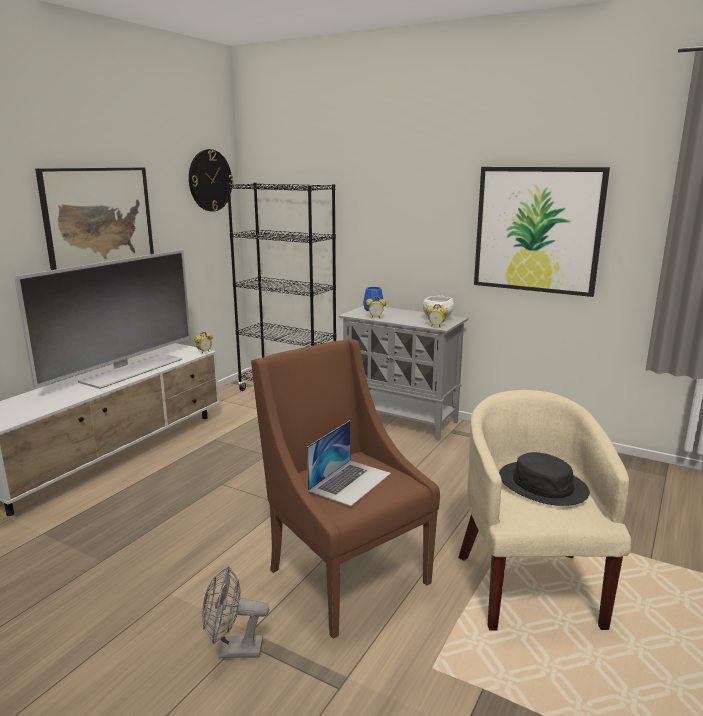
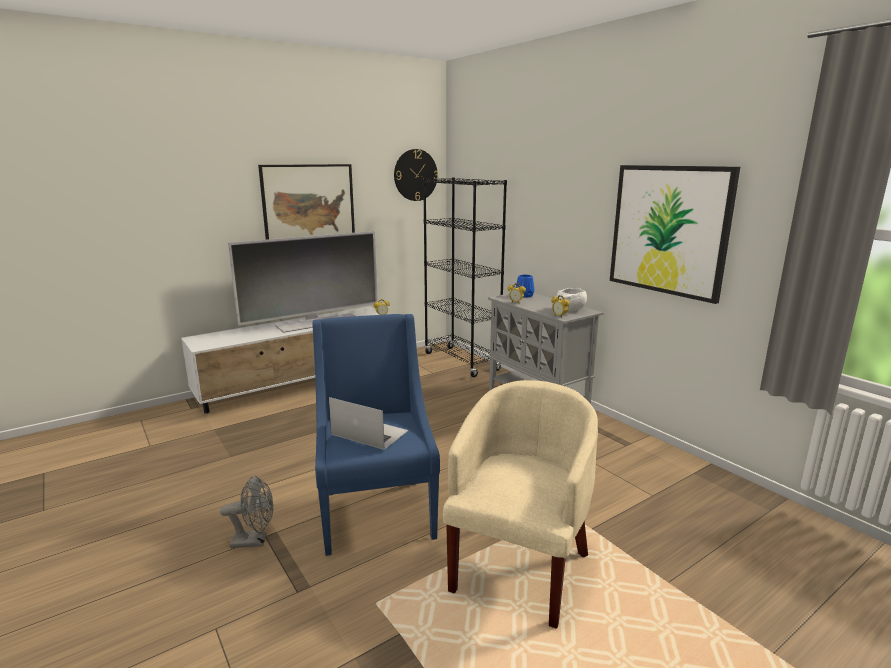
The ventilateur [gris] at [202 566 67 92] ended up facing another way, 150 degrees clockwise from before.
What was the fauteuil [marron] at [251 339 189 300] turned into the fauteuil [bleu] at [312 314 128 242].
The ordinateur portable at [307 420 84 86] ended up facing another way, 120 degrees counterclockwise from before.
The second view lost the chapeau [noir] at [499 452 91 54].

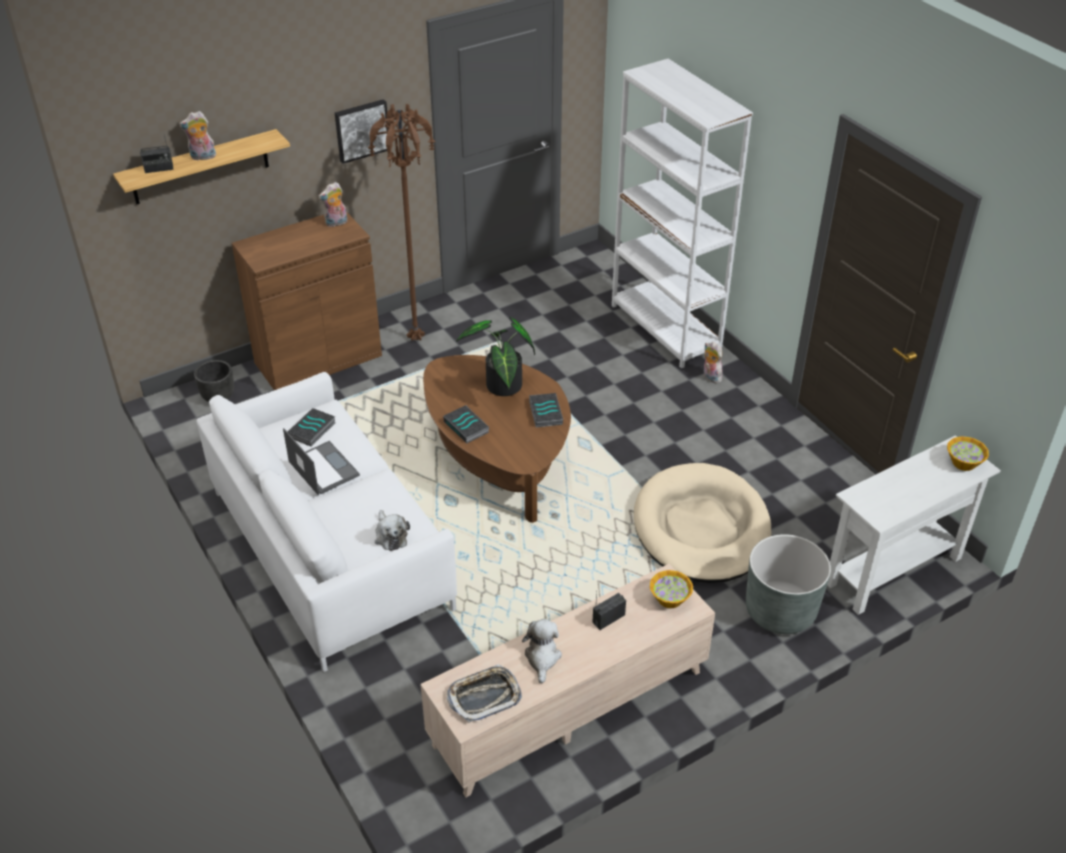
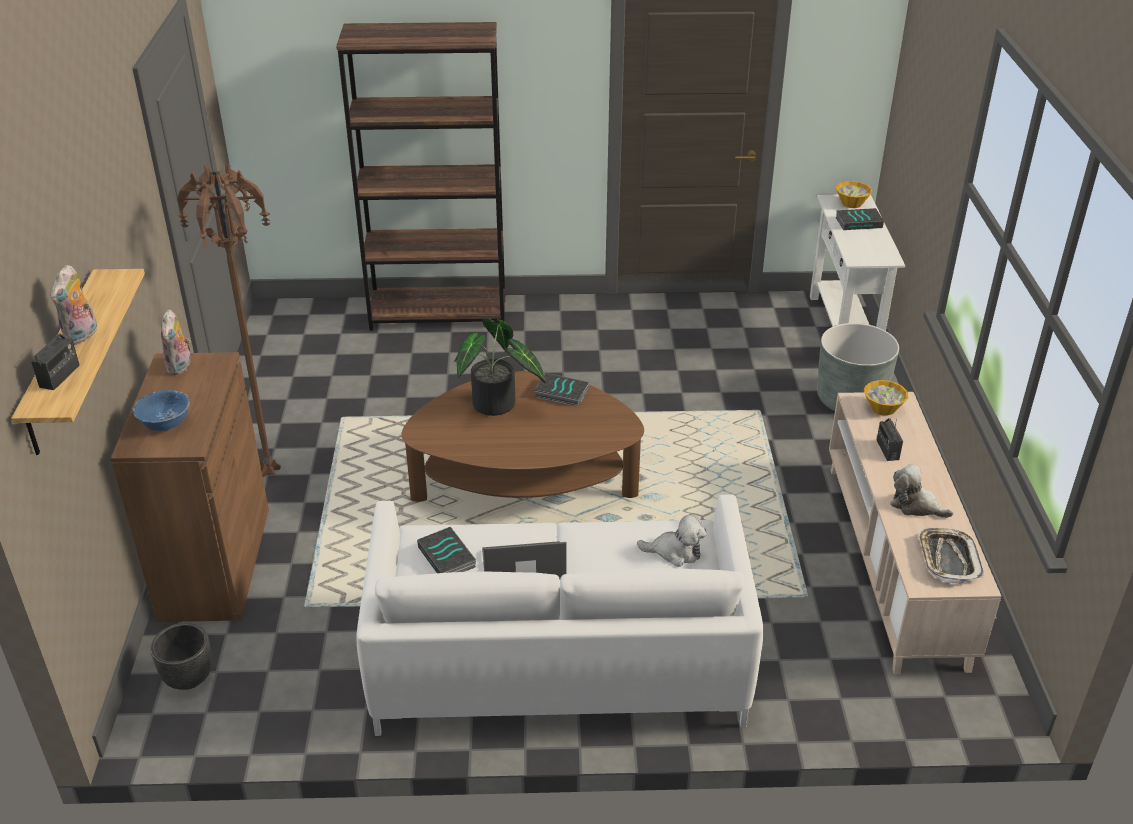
The second view lost the tableau at [335 99 53 65].
The livre ended up elsewhere, having gone from [443 405 46 38] to [836 208 48 22].
What was the bibliothèque [blanc] at [612 59 141 309] turned into the bibliothèque [marron] at [336 22 169 309].
The second view lost the panier pour chien [beige] at [634 463 137 120].
The second view lost the peluche at [704 342 19 41].
The second view gained the bol [bleu] at [133 390 57 41].

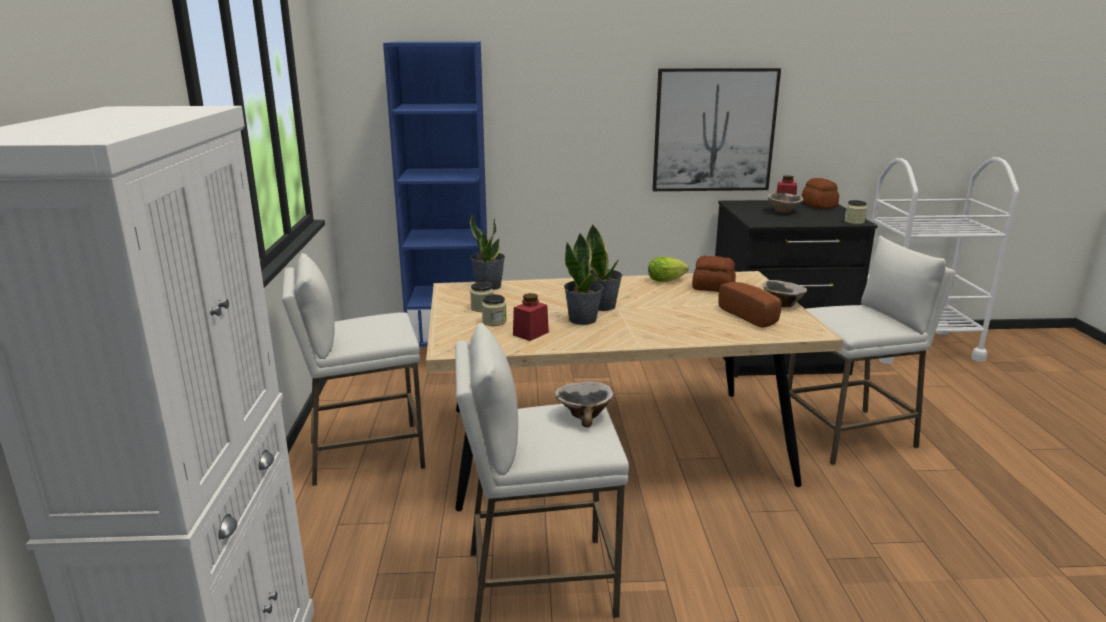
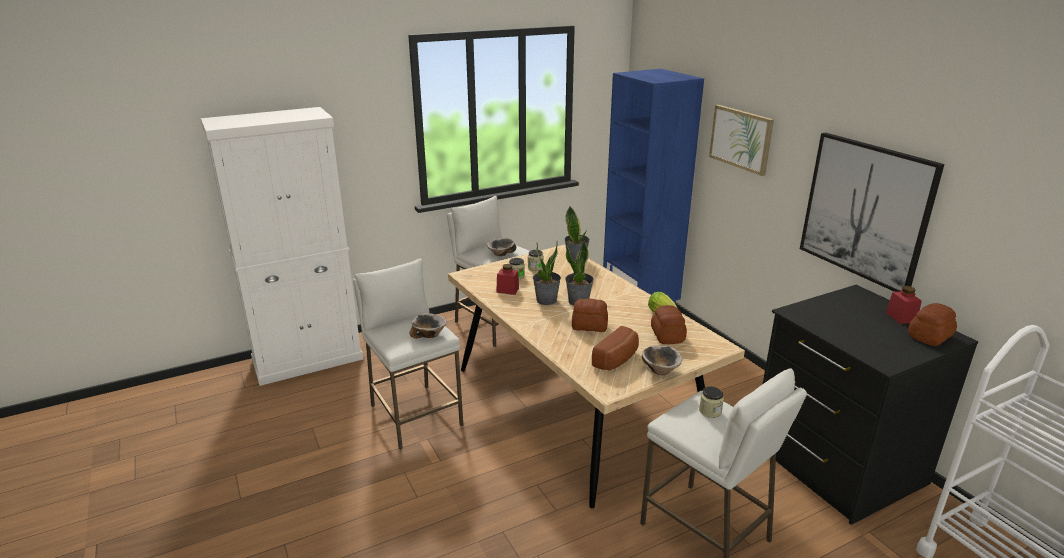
The bol ended up elsewhere, having gone from [767 193 36 20] to [487 238 29 19].
The bocal ended up elsewhere, having gone from [844 200 23 24] to [699 387 25 31].
The second view gained the pain at [572 299 36 33].
The second view gained the tableau at [709 105 65 71].

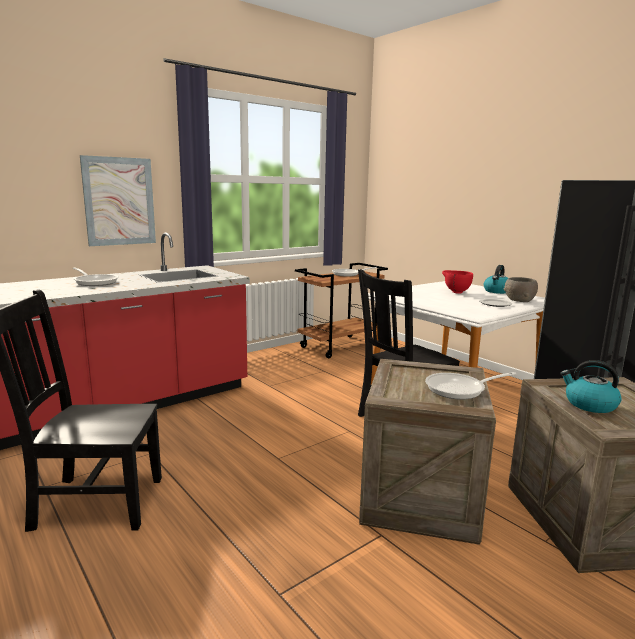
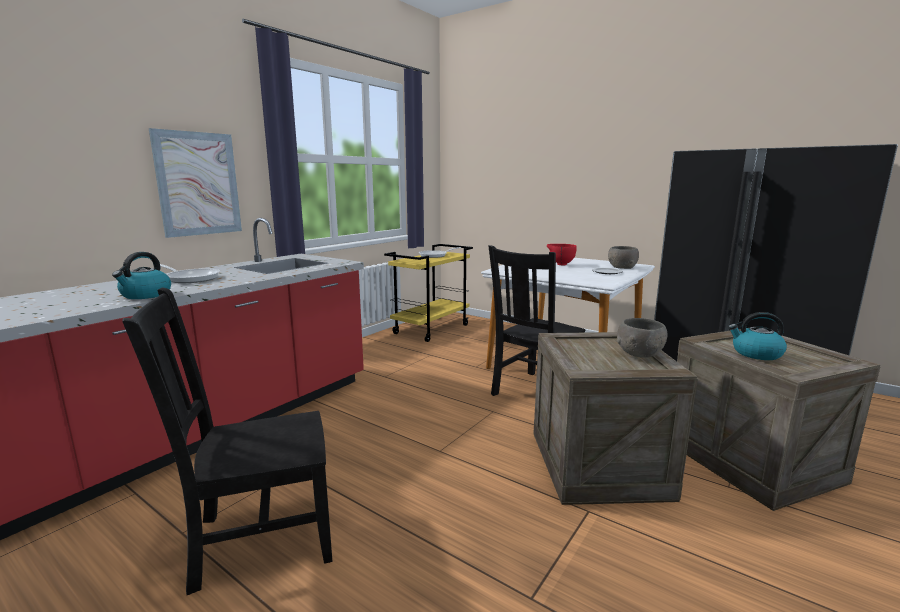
What was the chariot [marron] at [295 263 93 95] turned into the chariot [jaune] at [384 244 89 98].
Where the poêle stood at [425 372 91 28], the bol [gris] came to stand at [617 318 50 40].
The bouilloire ended up elsewhere, having gone from [484 265 24 29] to [112 252 59 47].

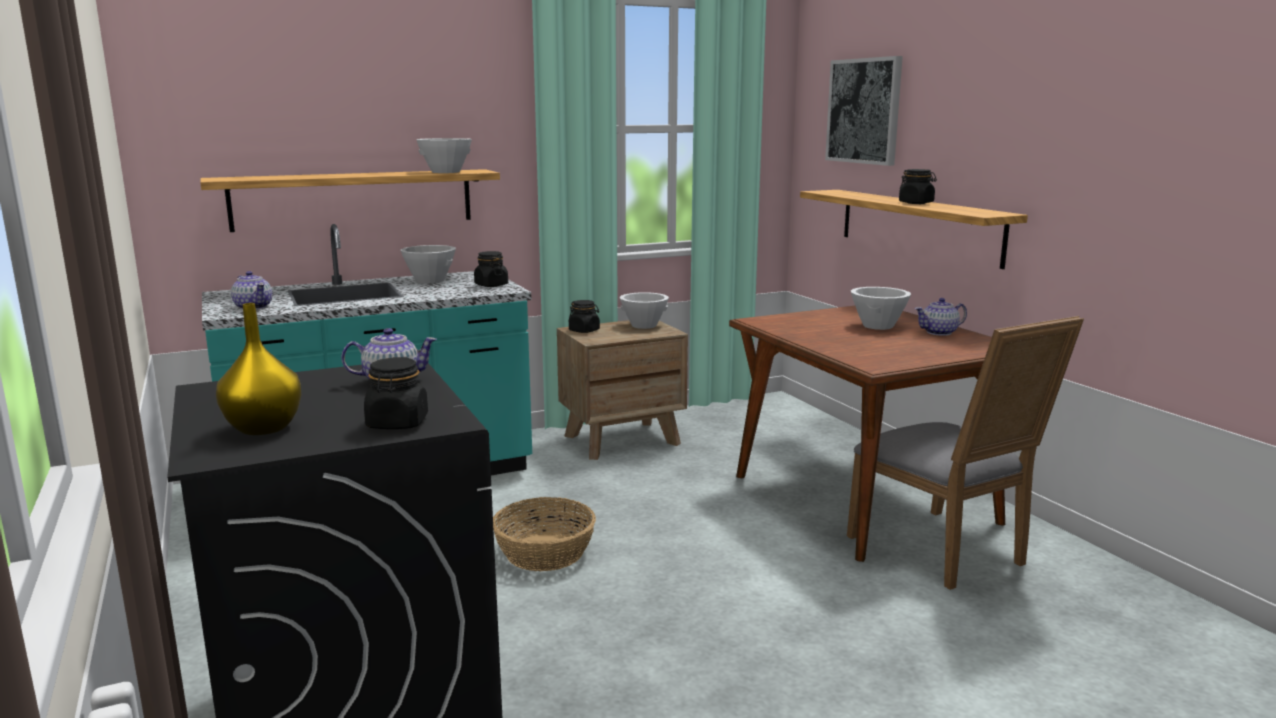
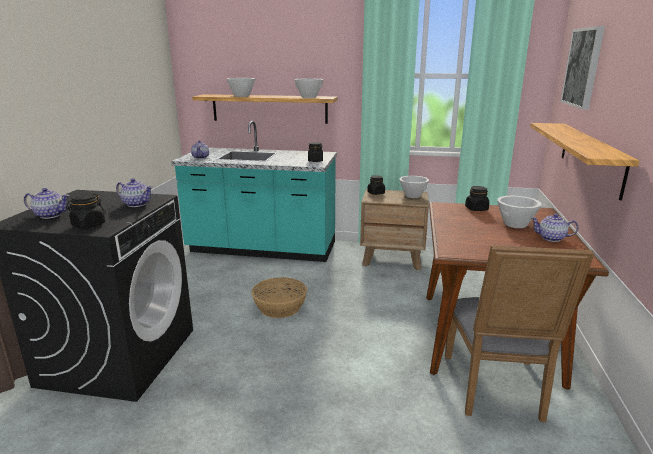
Where the vase [jaune] stood at [216 303 85 132], the théière came to stand at [24 188 46 31].
The bol [blanc] ended up elsewhere, having gone from [400 245 56 38] to [227 78 28 19].
The bocal [noir] ended up elsewhere, having gone from [899 169 38 35] to [465 186 24 25].

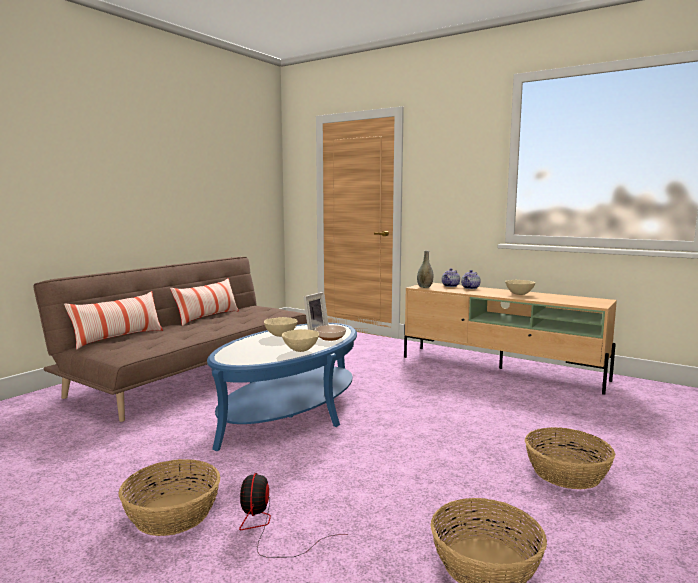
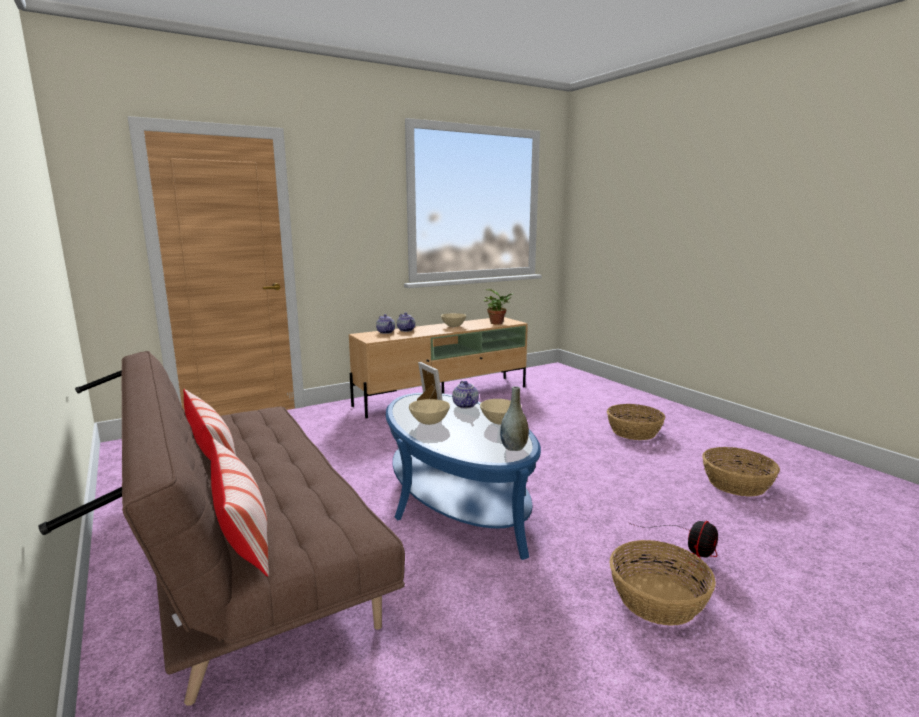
The ventilateur at [239 473 109 84] ended up facing another way, 75 degrees counterclockwise from before.
Where the bol stood at [315 325 31 16], the théière came to stand at [452 381 27 28].
The vase [gris] ended up elsewhere, having gone from [417 251 16 37] to [500 386 29 65].
The second view gained the plante en pot at [484 289 30 36].

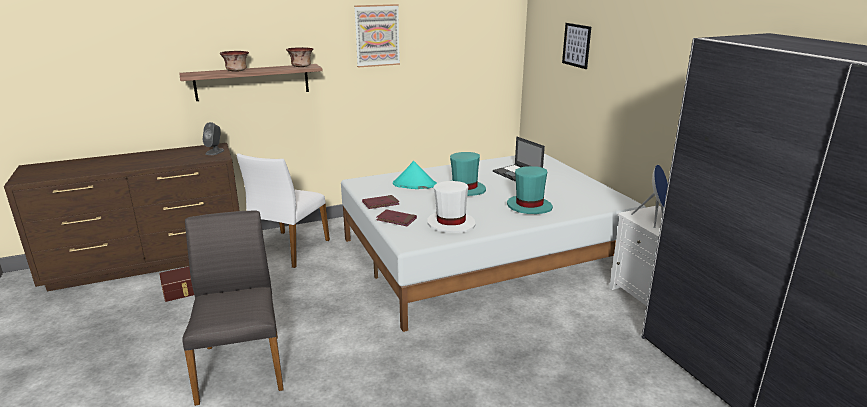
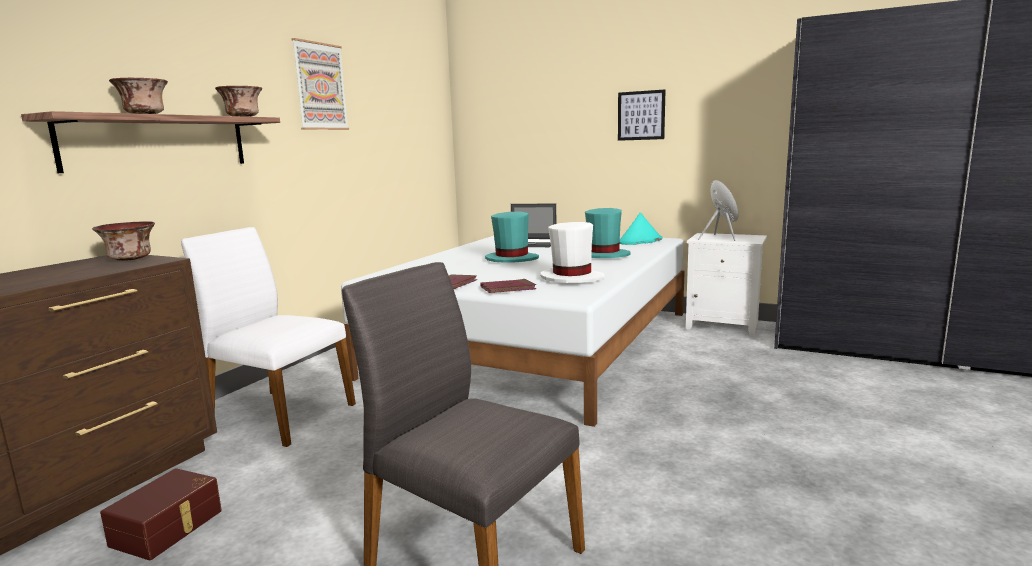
Where the enceinte [gris] stood at [203 122 21 33], the bol came to stand at [92 221 63 40].
The chaise [blanc] at [237 153 93 115] ended up facing another way, 135 degrees clockwise from before.
The chapeau [turquoise] ended up elsewhere, having gone from [393 161 44 28] to [620 212 43 33].
The tableau ended up elsewhere, having gone from [562 23 29 46] to [618 89 47 52].

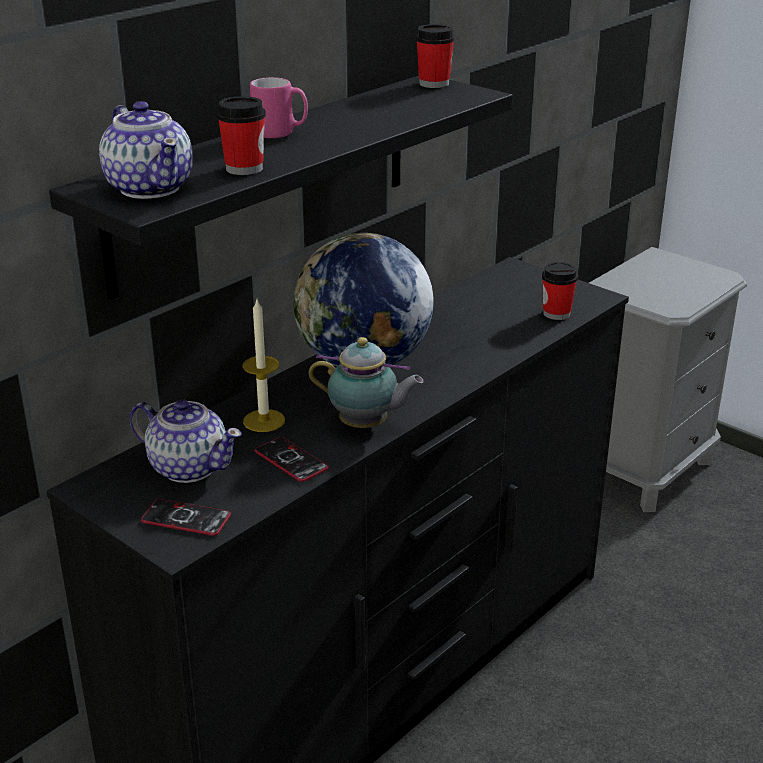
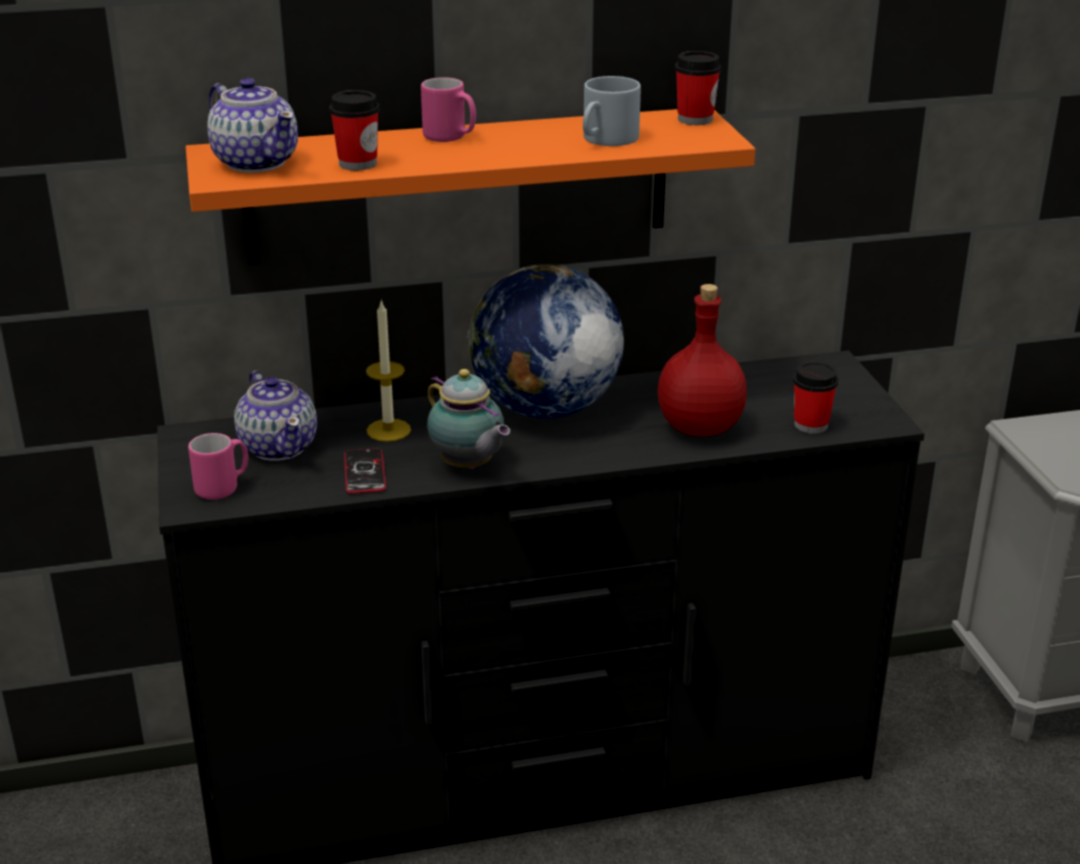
What was the étagère [noir] at [49 76 463 224] turned into the étagère [orange] at [186 109 569 156].
The théière at [99 101 94 98] ended up facing another way, 45 degrees counterclockwise from before.
Where the téléphone stood at [141 499 90 37], the mug [rose] came to stand at [188 433 60 67].
The second view gained the mug [gris] at [583 76 58 70].
The second view gained the bouteille [rouge] at [658 284 89 153].

